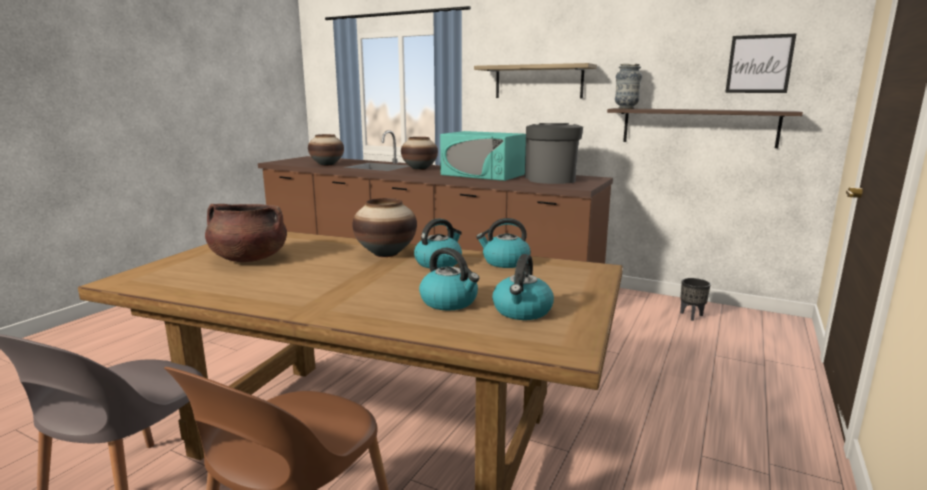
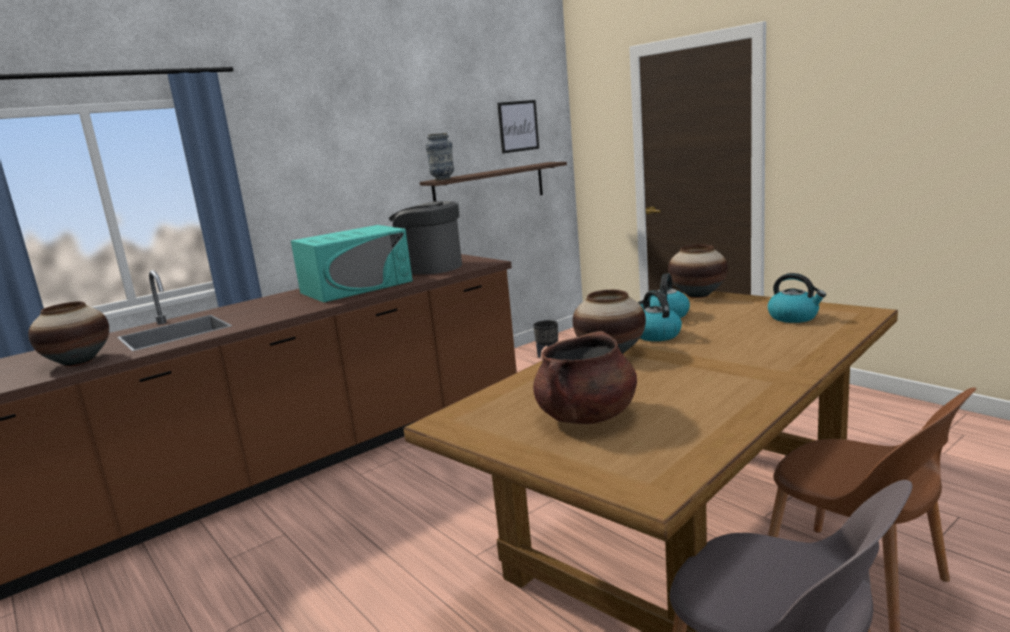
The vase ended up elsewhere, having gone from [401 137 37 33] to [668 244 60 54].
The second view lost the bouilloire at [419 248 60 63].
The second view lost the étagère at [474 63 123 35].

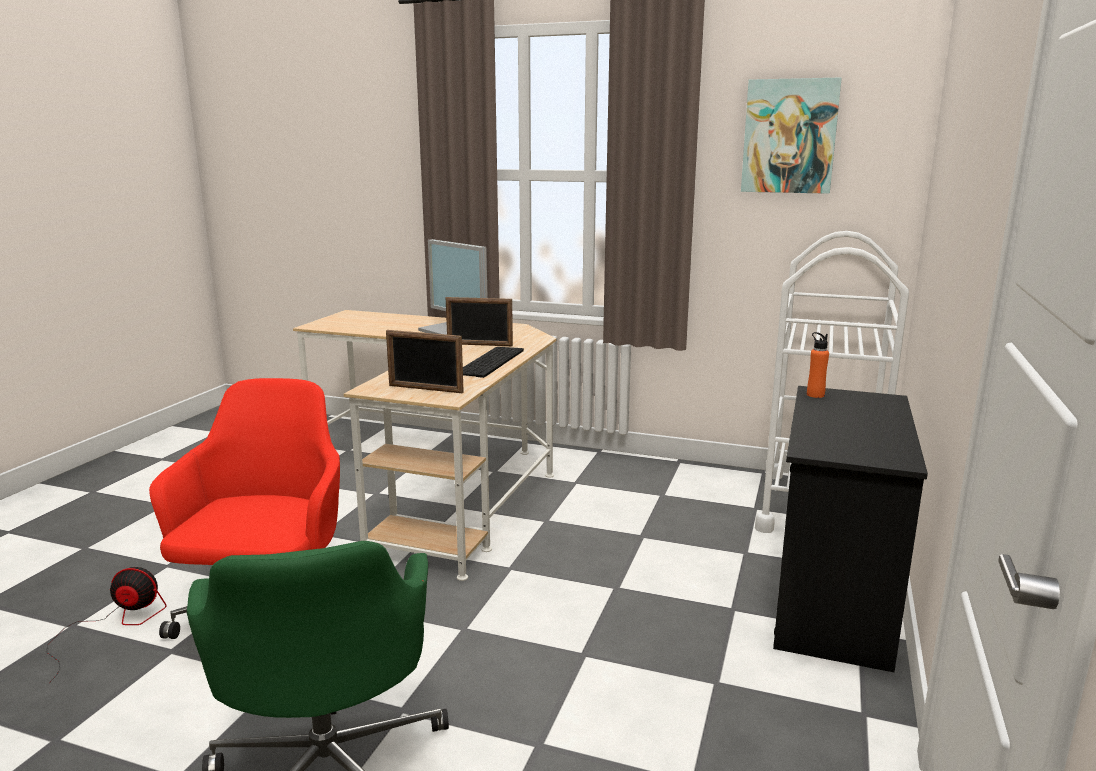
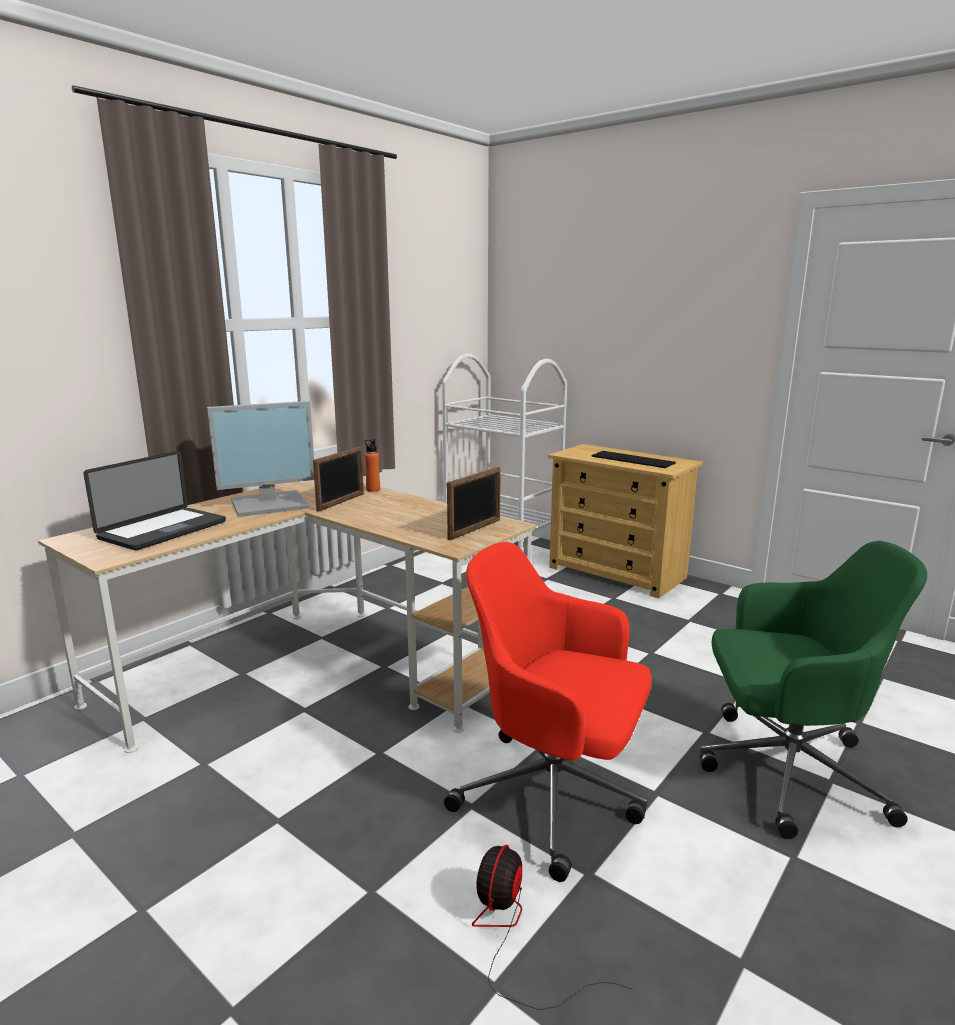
The clavier ended up elsewhere, having gone from [463 347 61 31] to [591 451 85 17].
The second view lost the tableau at [741 77 101 117].
What was the commode [noir] at [773 386 155 286] turned into the commode [beige] at [548 444 155 154].
The bouteille [orange] ended up elsewhere, having gone from [807 332 22 66] to [364 439 16 53].
The second view gained the ordinateur portable at [83 451 143 100].

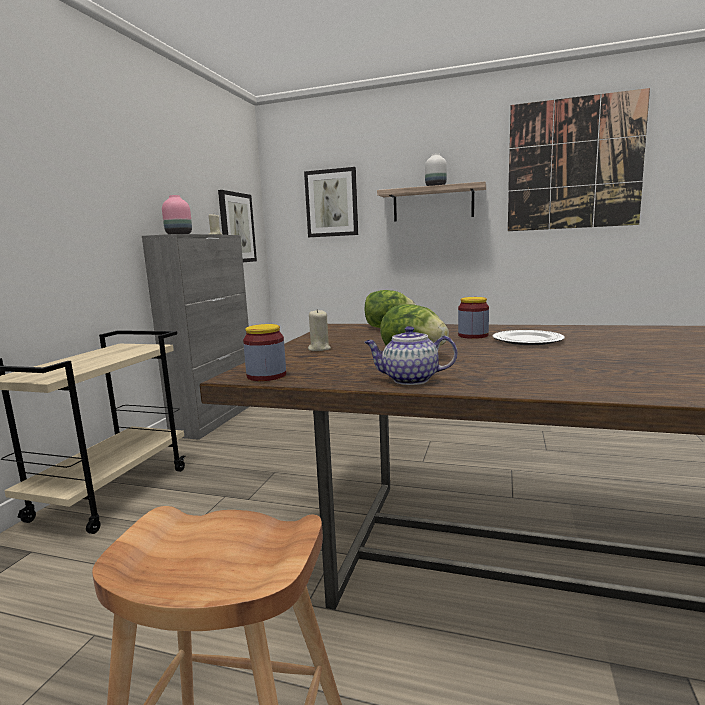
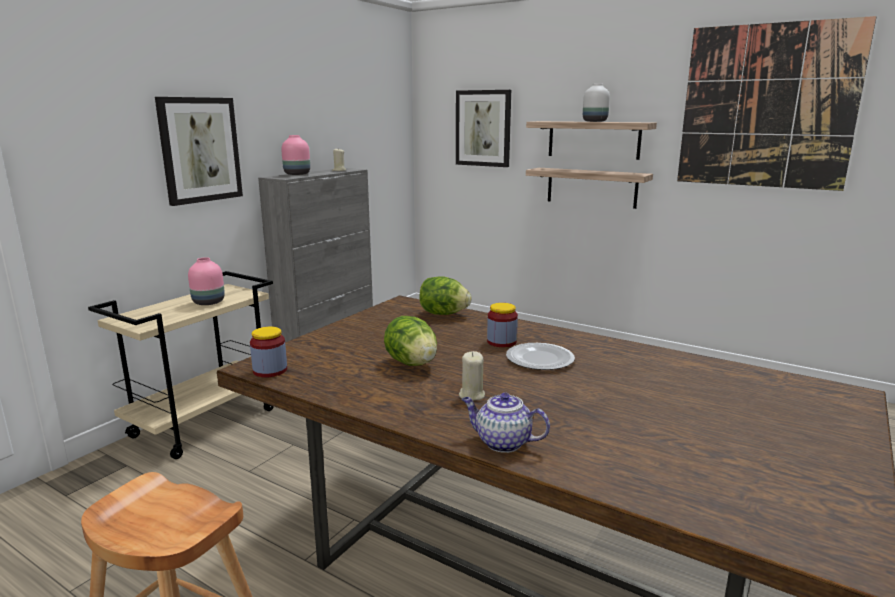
The tableau ended up elsewhere, having gone from [218 190 39 72] to [155 97 88 109].
The bougie [beige] ended up elsewhere, having gone from [308 309 23 42] to [459 351 26 50].
The théière ended up elsewhere, having gone from [364 326 93 59] to [462 392 88 61].
The second view gained the vase [rose] at [188 257 37 48].
The second view gained the étagère at [526 168 127 41].

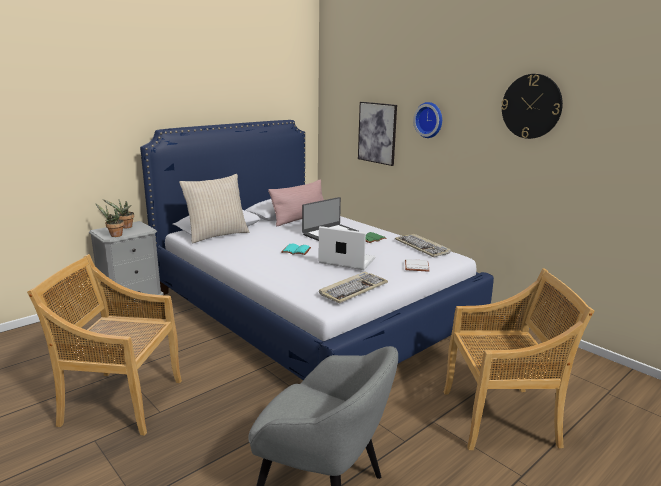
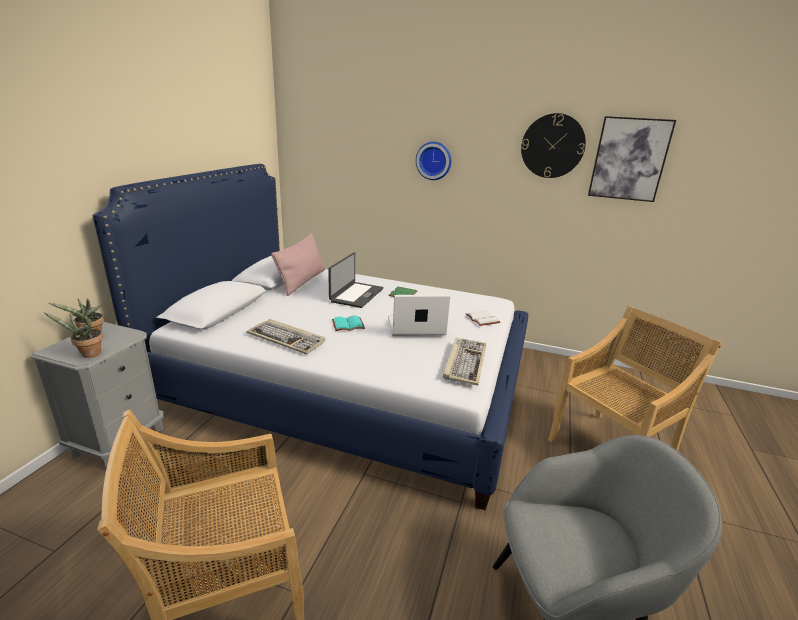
The second view lost the coussin [beige] at [179 174 70 69].
The tableau ended up elsewhere, having gone from [358 102 39 64] to [588 116 88 86].
The clavier ended up elsewhere, having gone from [395 234 56 23] to [247 319 78 35].

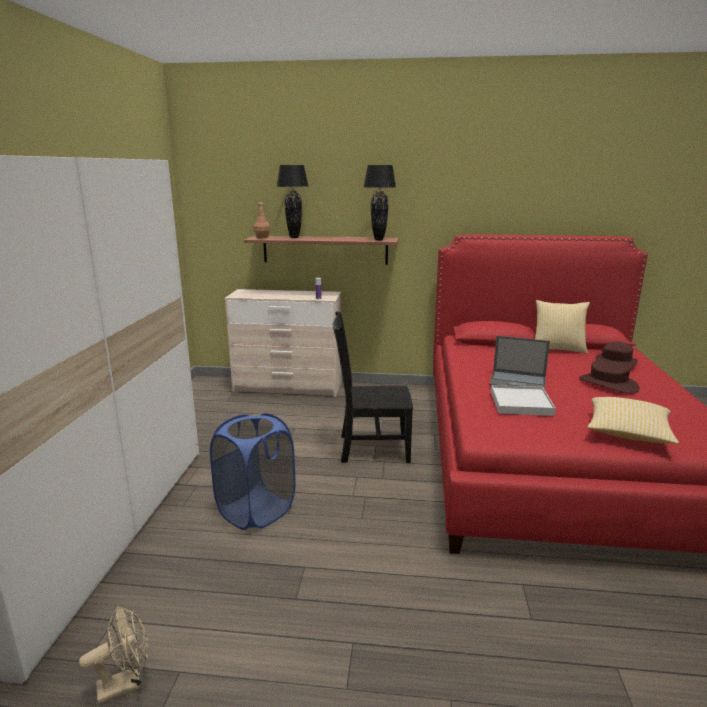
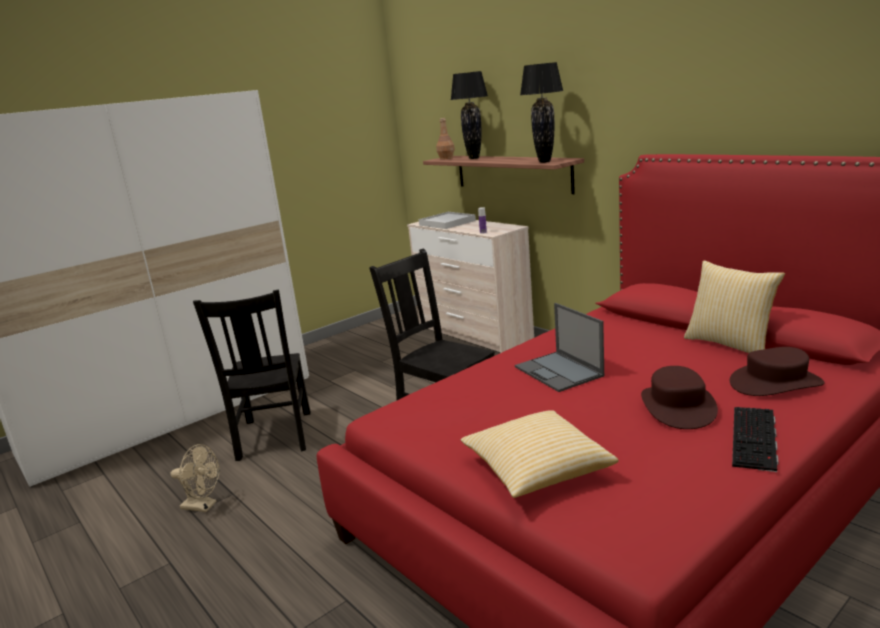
The ventilateur [beige] ended up elsewhere, having gone from [79 606 69 98] to [170 444 50 68].
Where the panier à linge [bleu] stood at [210 413 86 117], the chaise [noir] came to stand at [193 290 118 171].
The plateau [blanc] ended up elsewhere, having gone from [491 385 65 31] to [419 212 57 17].
The second view gained the clavier at [732 407 47 65].

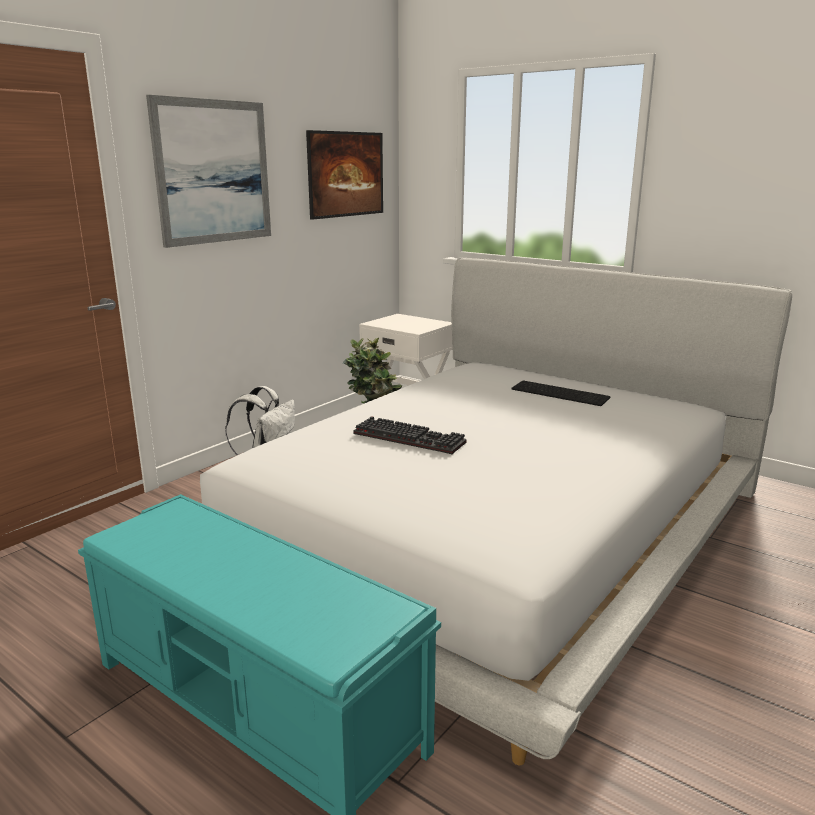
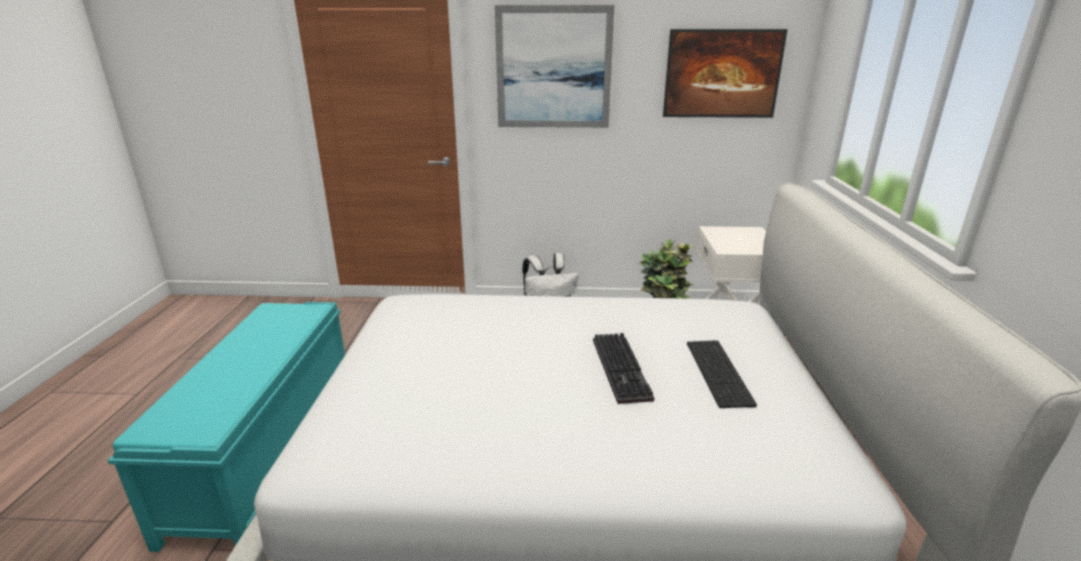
The clavier ended up elsewhere, having gone from [353 416 113 38] to [593 333 61 71].

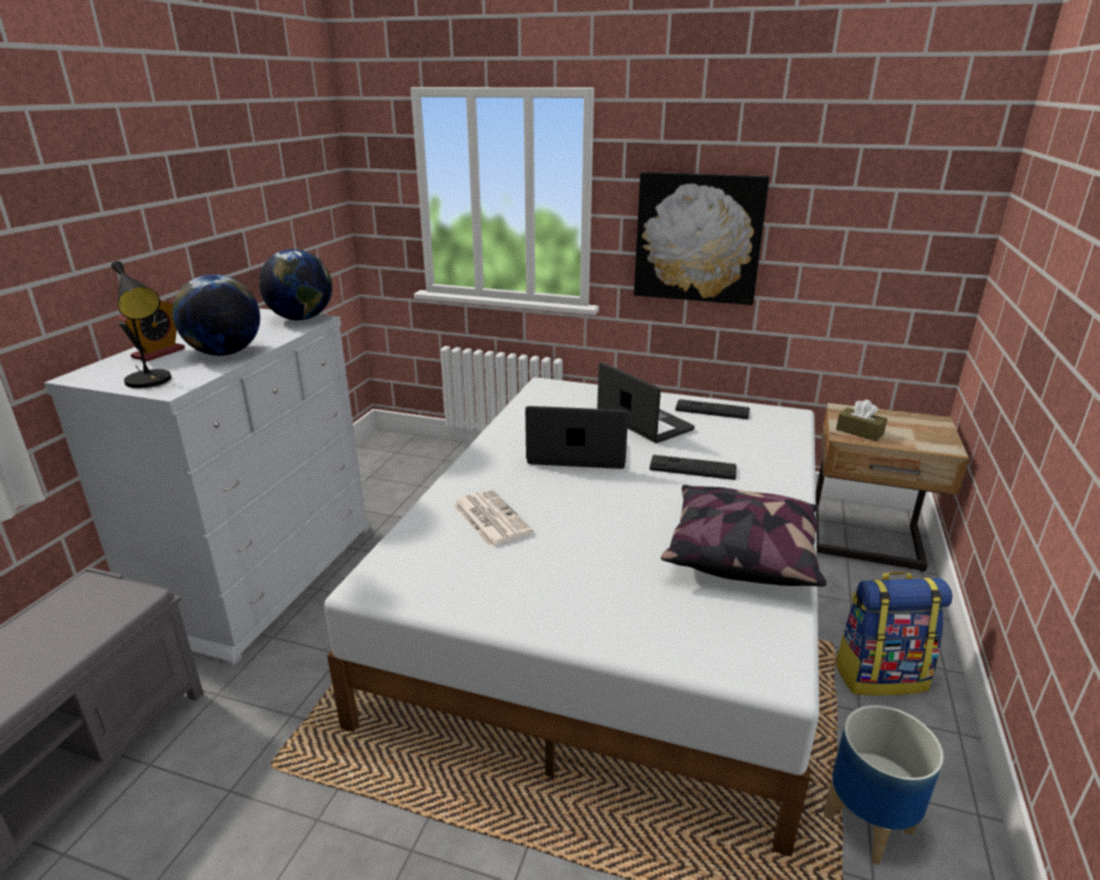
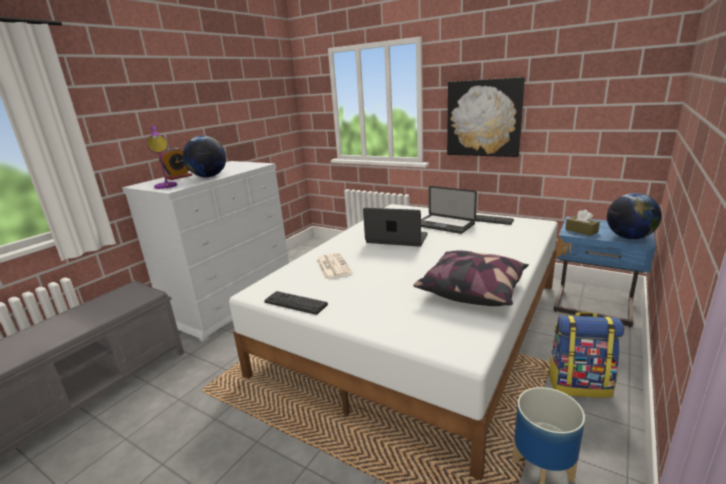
What was the lampe de table [noir] at [111 261 60 127] turned into the lampe de table [violet] at [147 126 30 63].
The globe ended up elsewhere, having gone from [259 249 73 71] to [607 193 55 46].
The ordinateur portable at [597 362 98 81] ended up facing another way, 150 degrees clockwise from before.
The clavier ended up elsewhere, having gone from [650 455 86 25] to [264 291 64 24].
What was the table de chevet [beige] at [816 403 153 169] turned into the table de chevet [bleu] at [553 217 103 110].

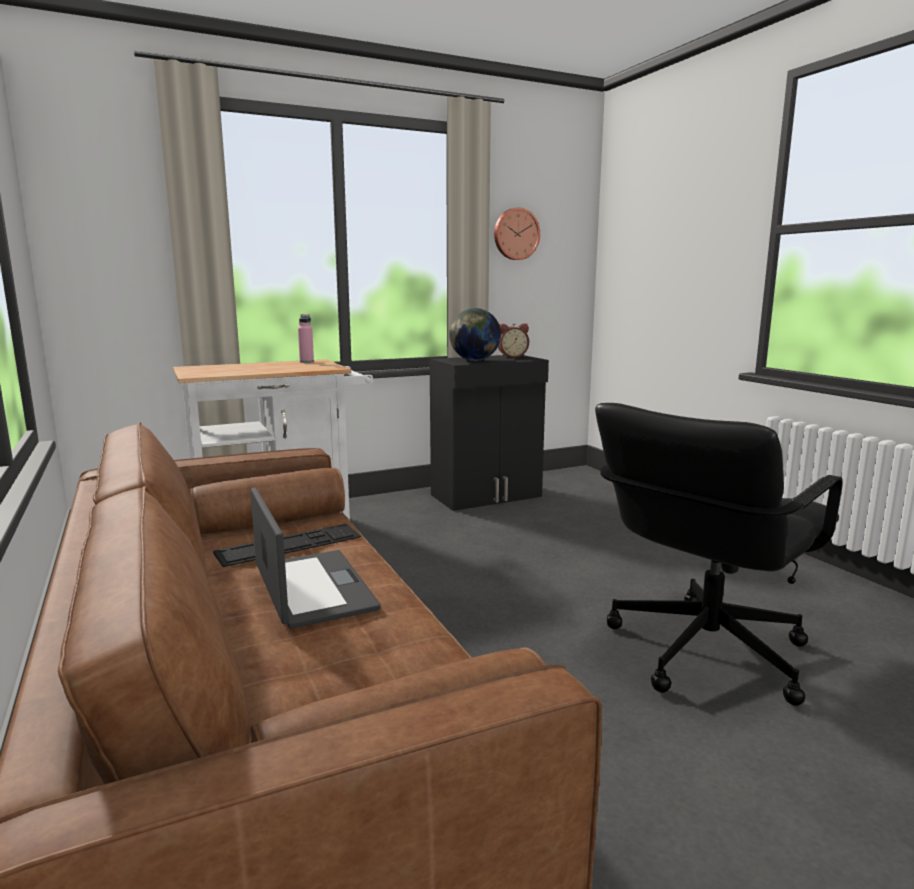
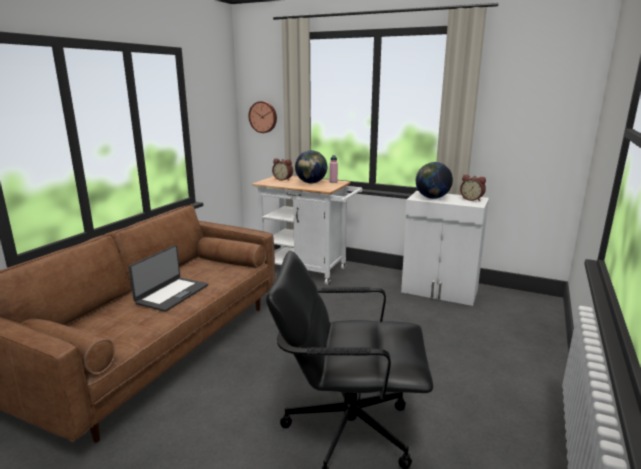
The second view lost the clavier at [213 524 148 43].
What was the meuble de rangement [noir] at [430 355 119 156] turned into the meuble de rangement [blanc] at [401 191 88 115].
The horloge murale ended up elsewhere, having gone from [494 208 46 52] to [249 101 28 32].
The second view gained the réveil at [272 158 21 23].
The second view gained the globe at [295 150 32 34].

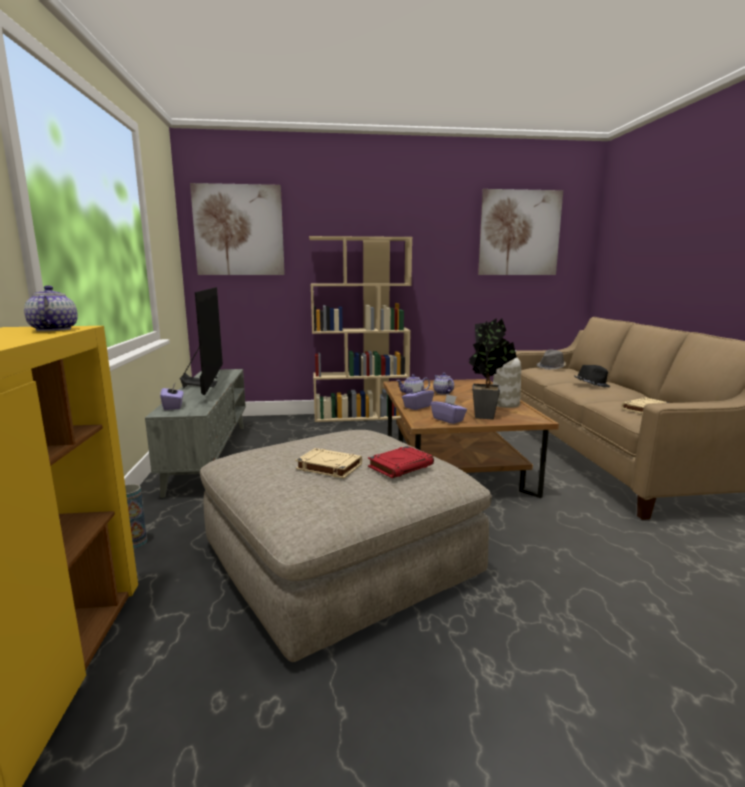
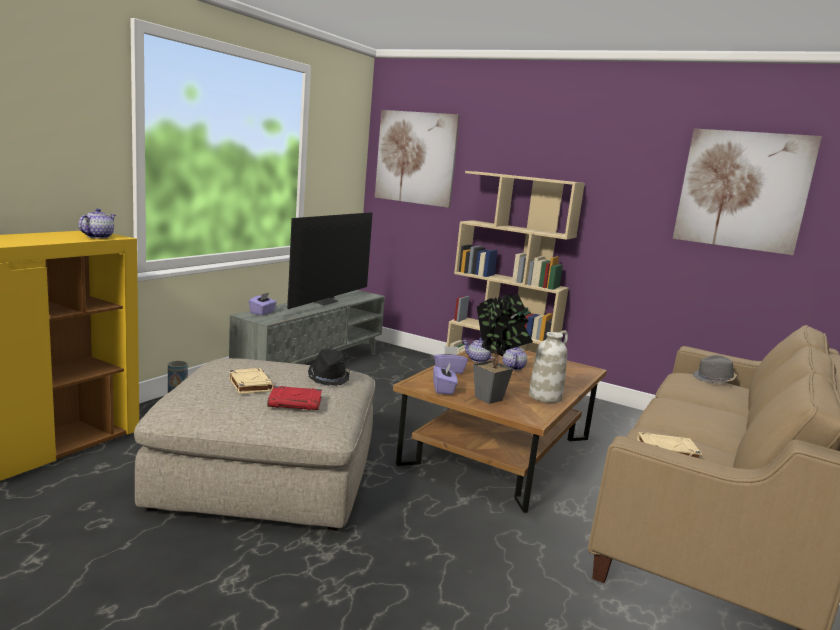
The chapeau [noir] ended up elsewhere, having gone from [574 365 37 22] to [308 349 42 37].

